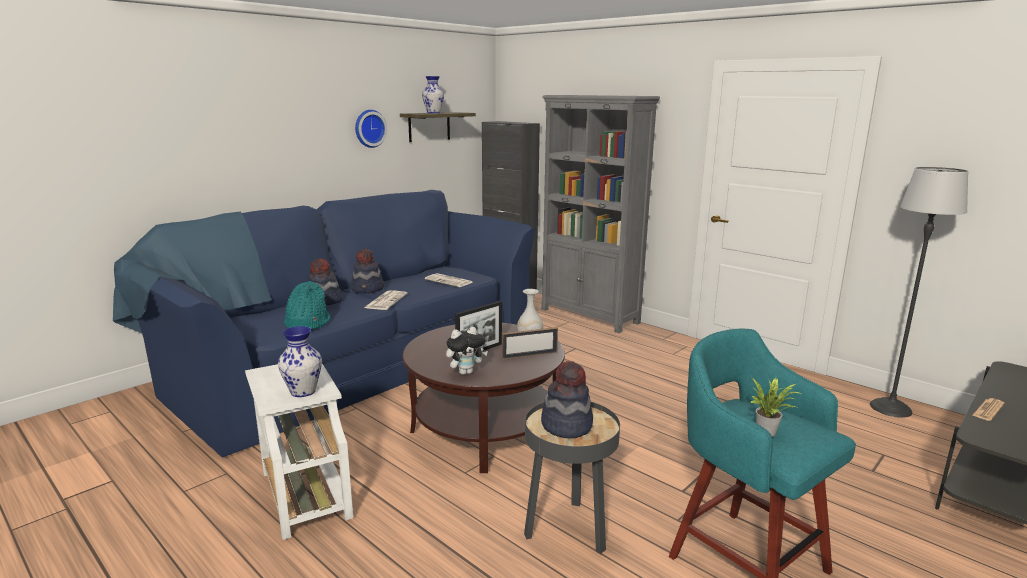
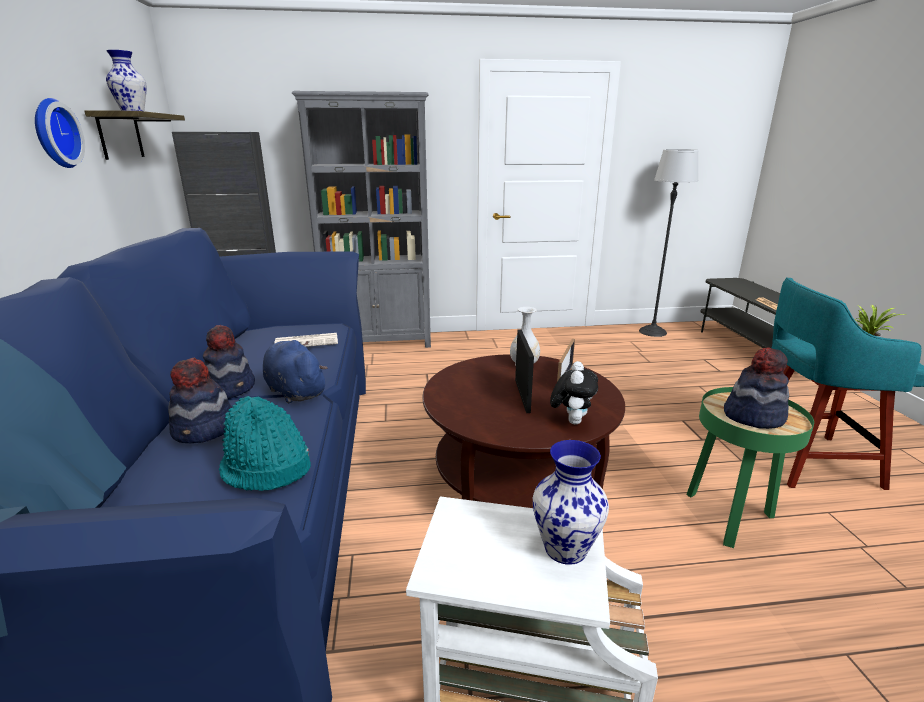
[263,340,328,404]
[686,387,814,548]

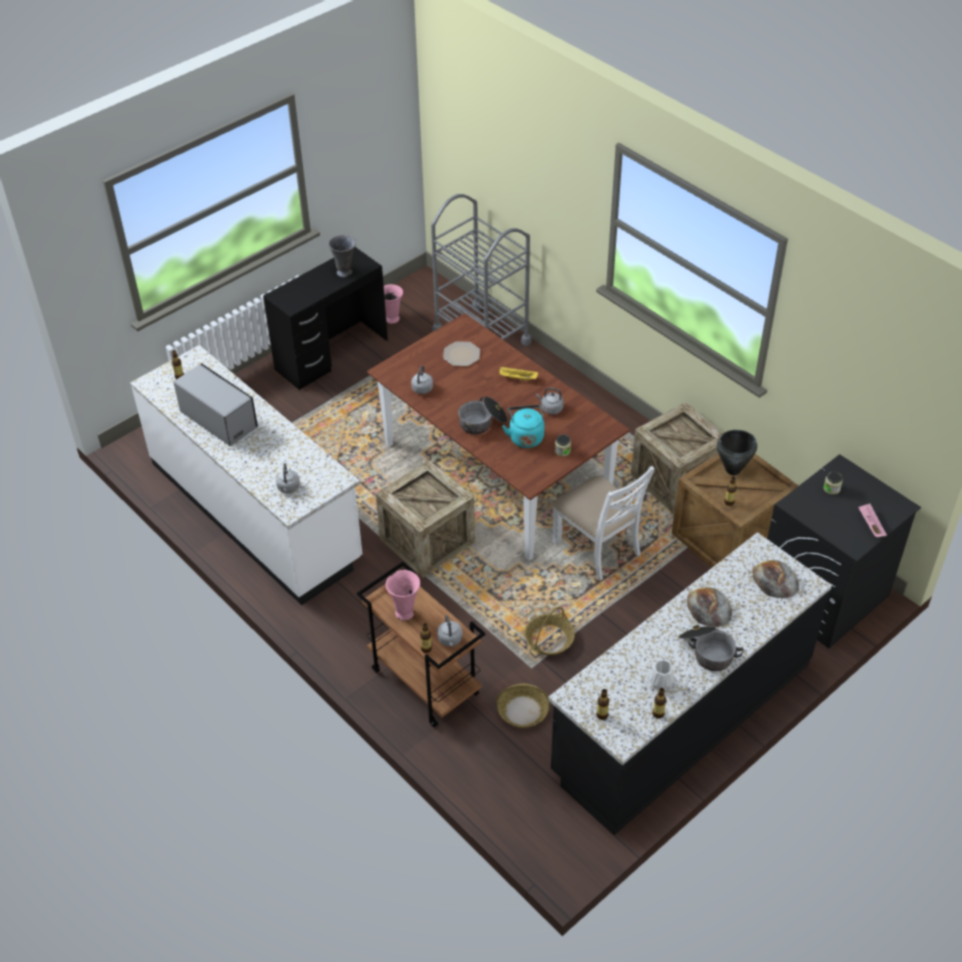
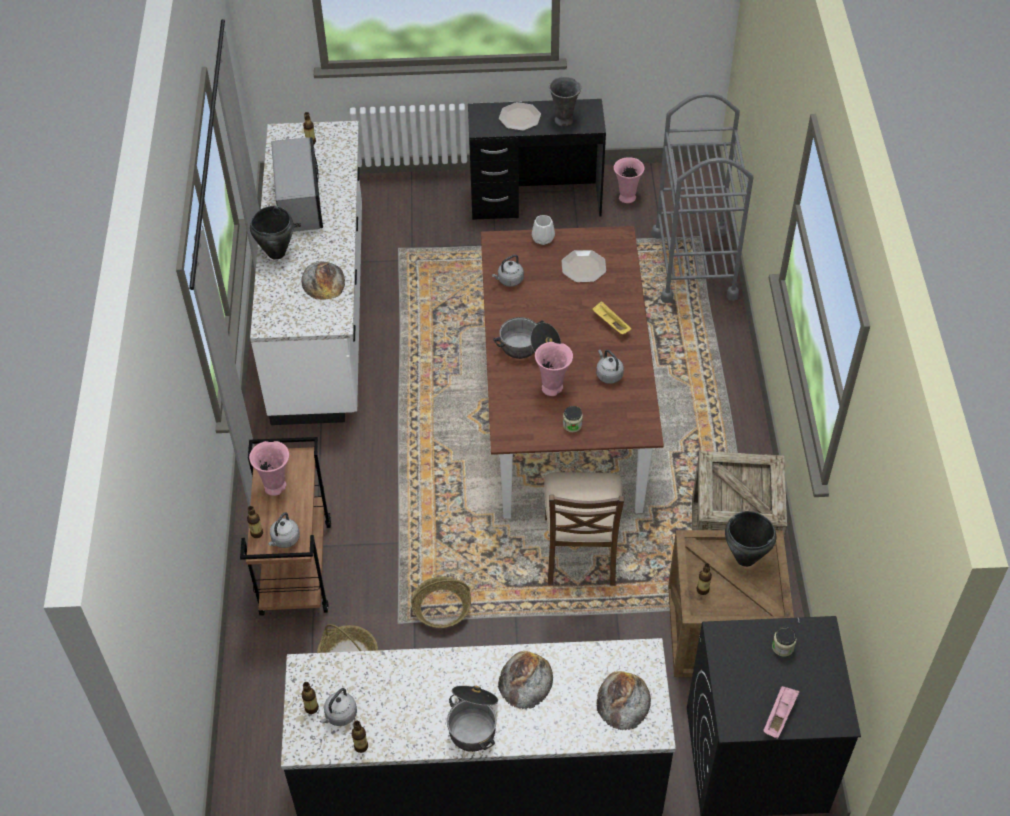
[320,688,357,726]
[375,460,475,578] (first image)
[535,342,573,396]
[544,472,624,586]
[532,215,555,245]
[250,206,294,260]
[301,261,345,300]
[499,102,541,131]

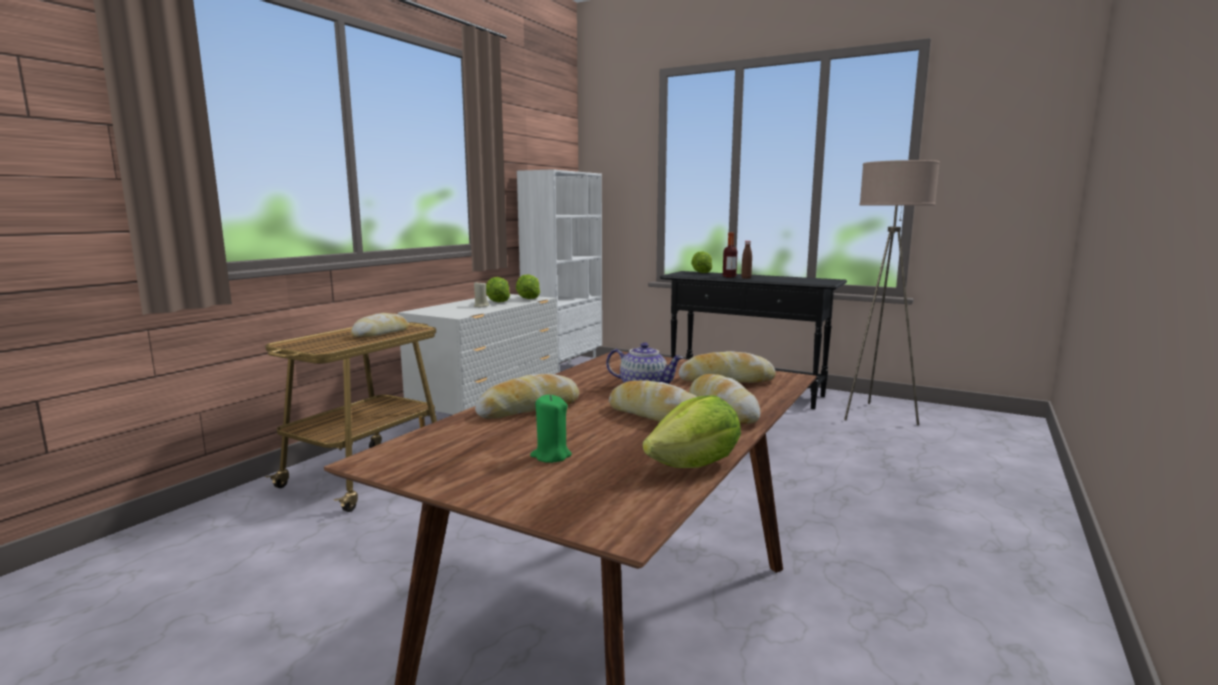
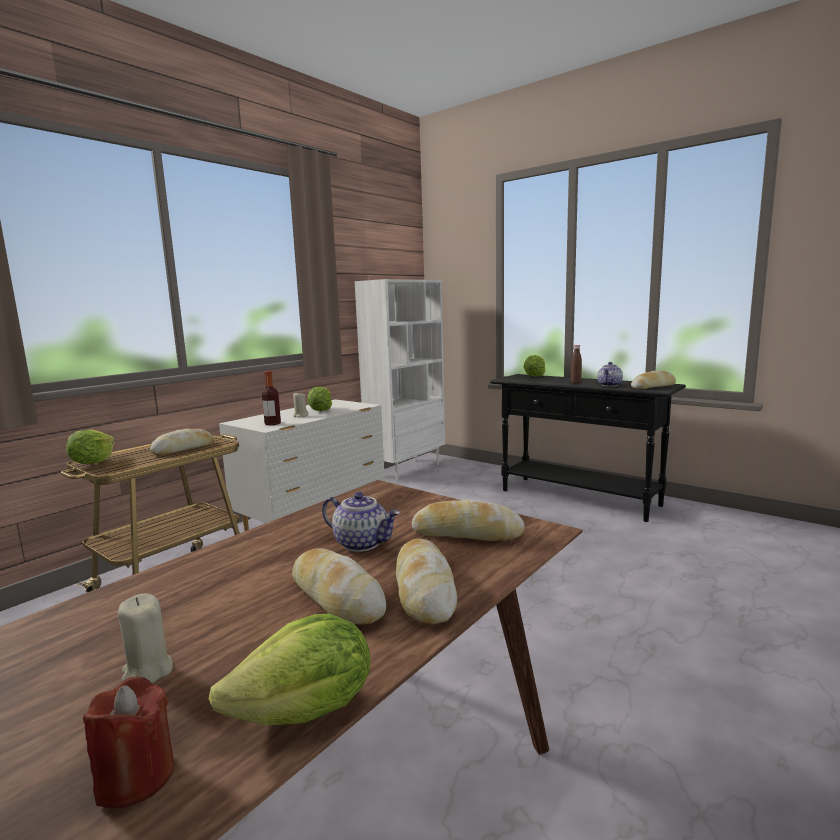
[631,371,676,389]
[66,429,115,464]
[118,593,173,684]
[262,371,281,425]
[844,160,940,425] (first image)
[83,677,174,809]
[597,362,623,387]

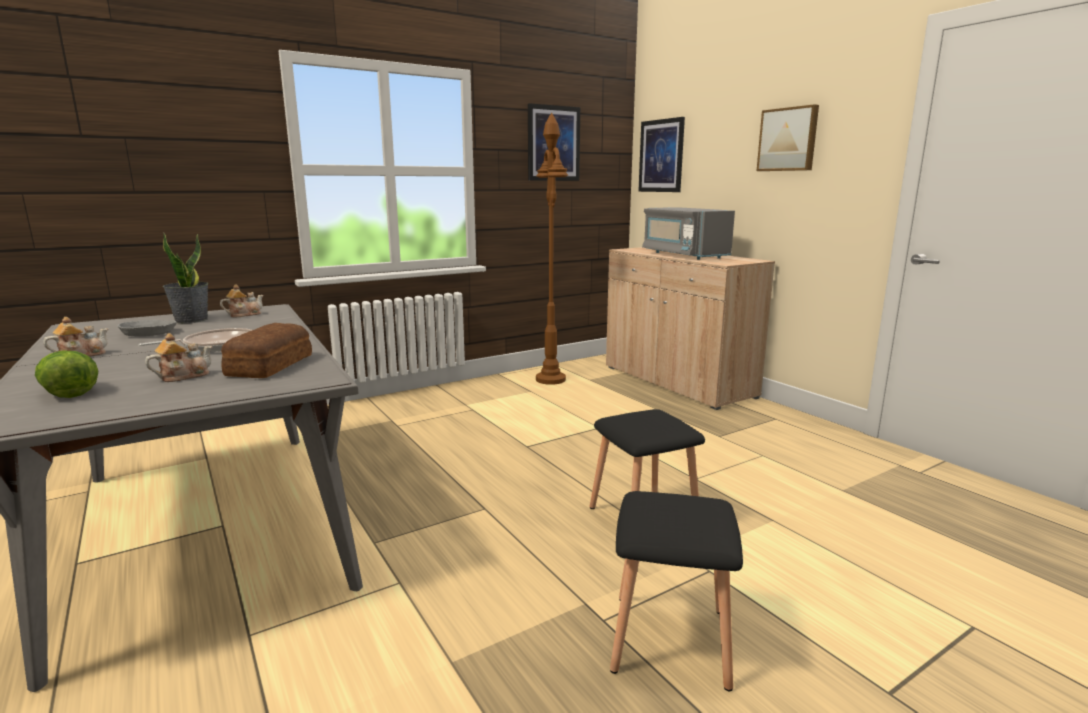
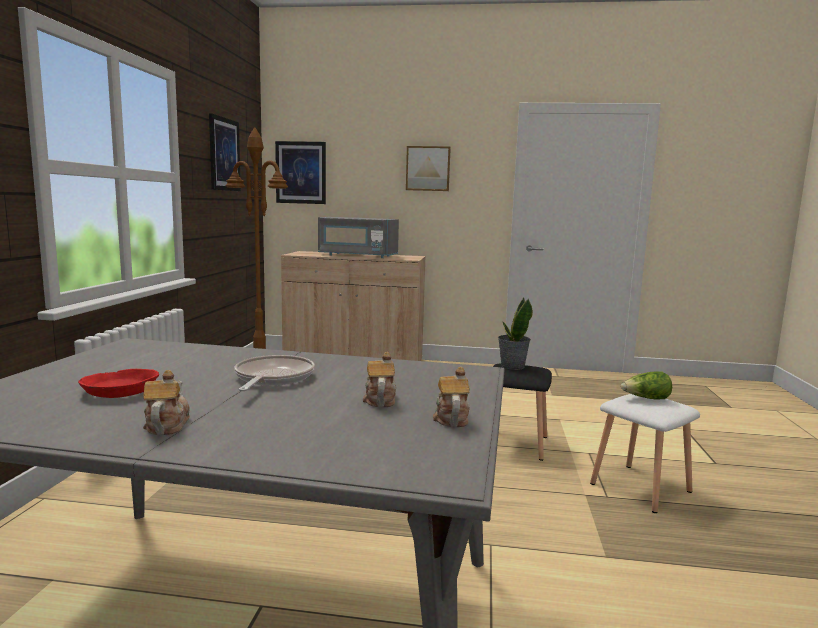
[621,372,672,399]
[78,369,159,398]
[498,298,533,370]
[433,367,470,427]
[221,323,312,378] (first image)
[590,394,700,513]

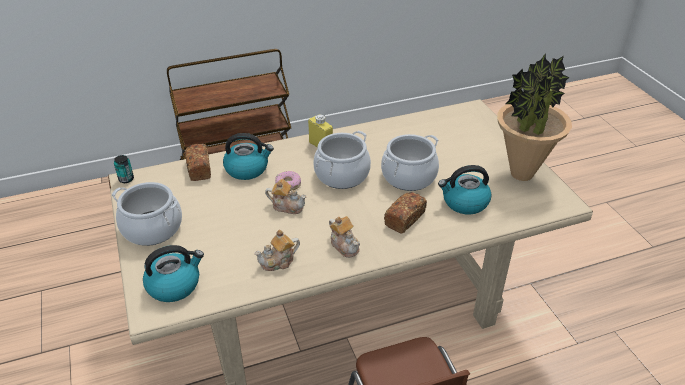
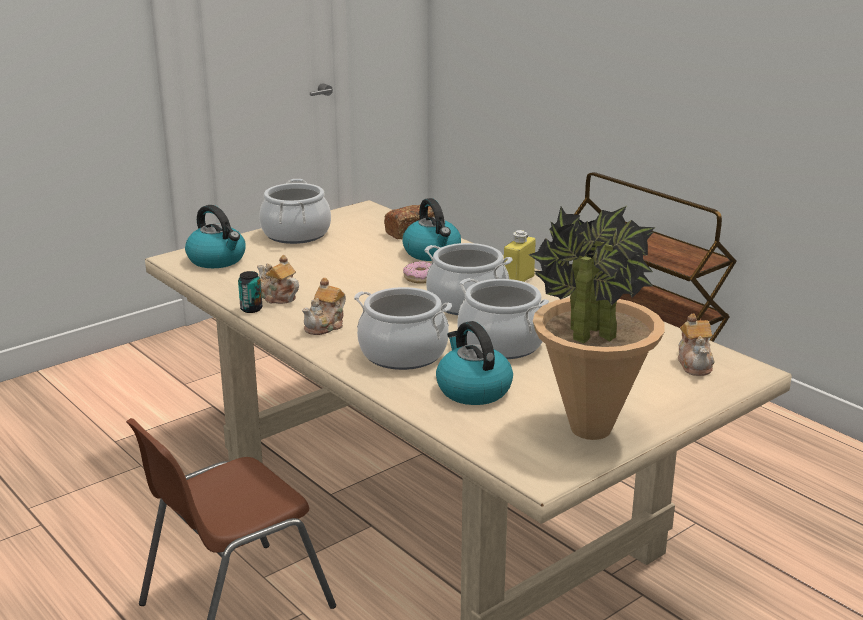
[238,271,262,313]
[678,313,715,376]
[354,287,452,370]

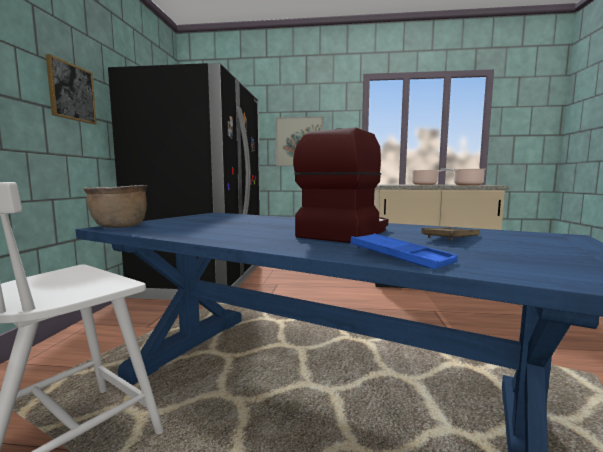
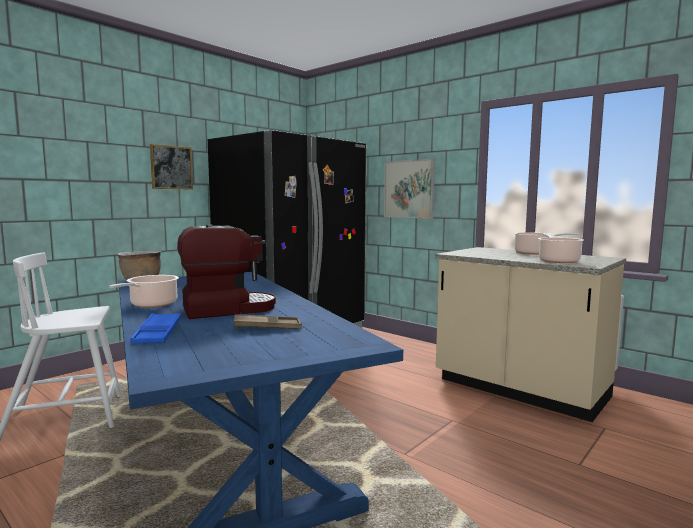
[109,275,179,308]

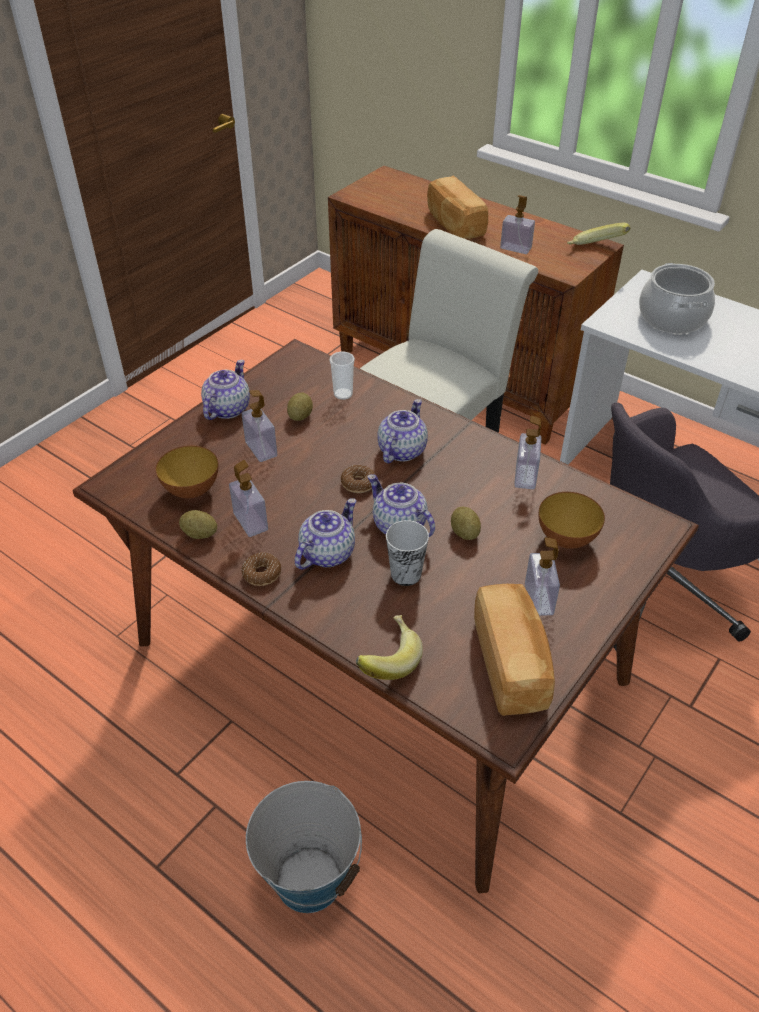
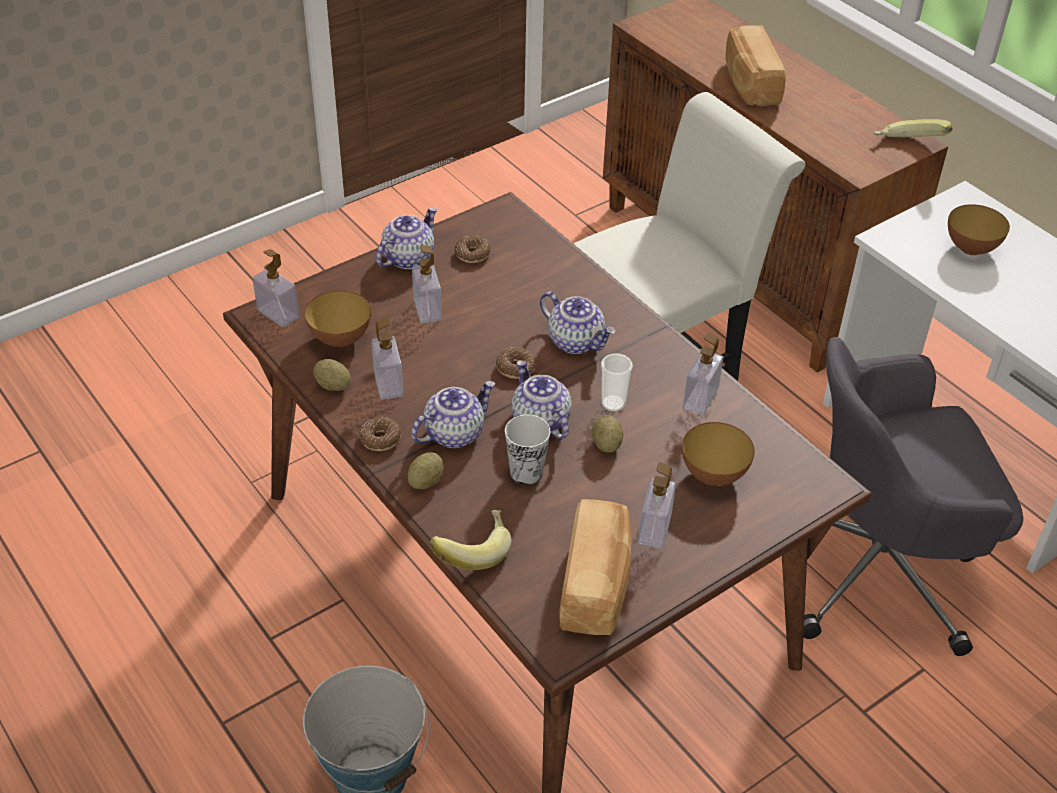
[408,452,443,489]
[601,354,633,412]
[540,292,615,354]
[252,249,300,327]
[948,204,1010,255]
[455,235,491,263]

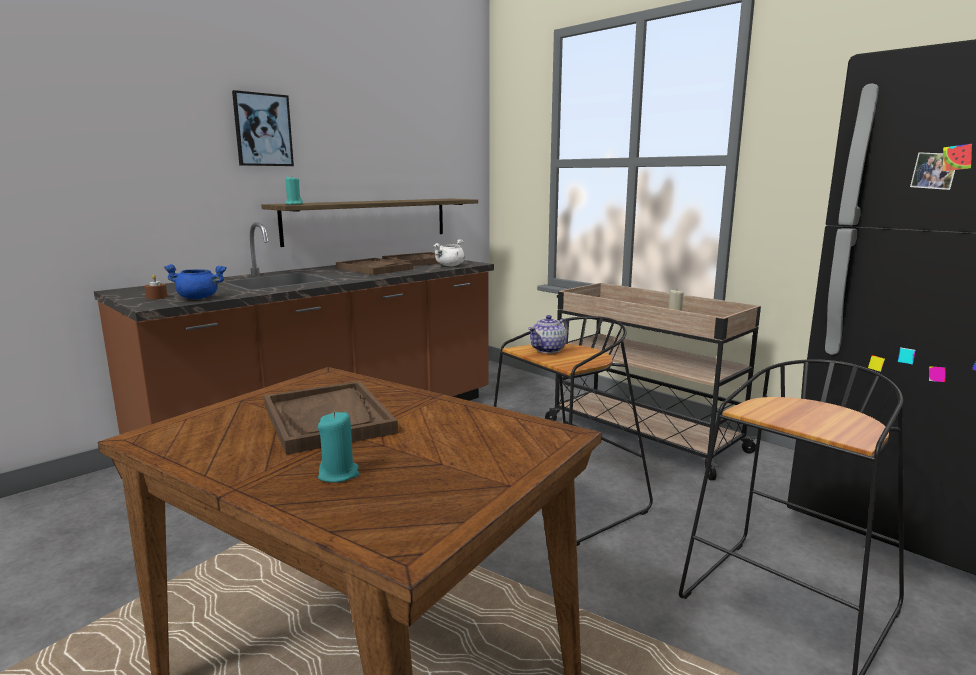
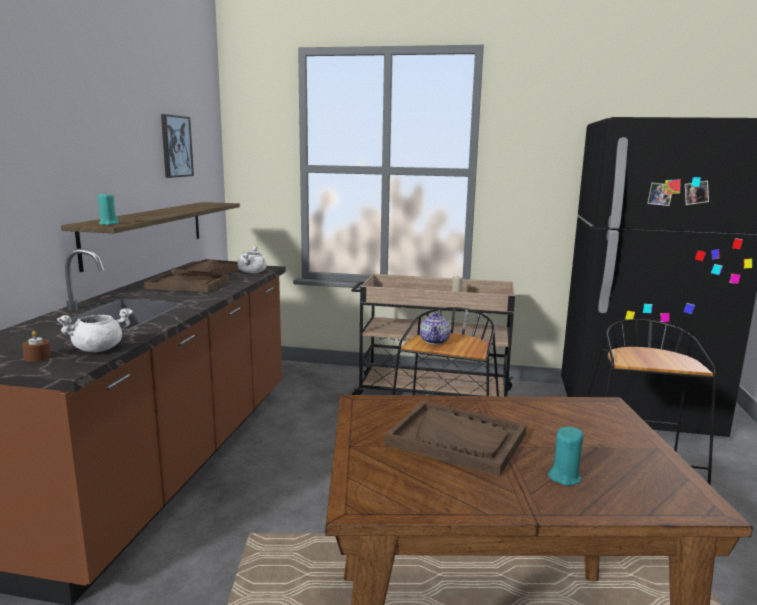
[57,308,133,352]
[161,114,194,178]

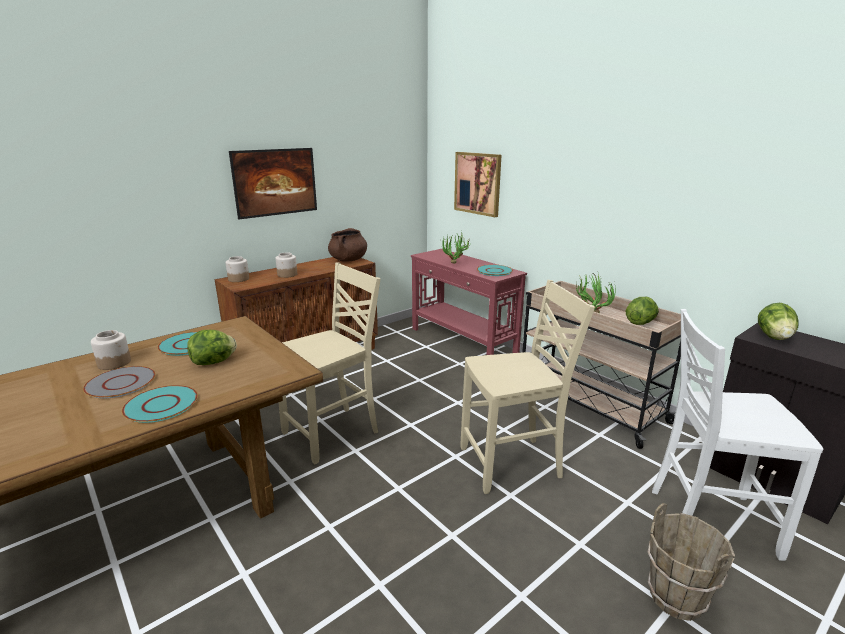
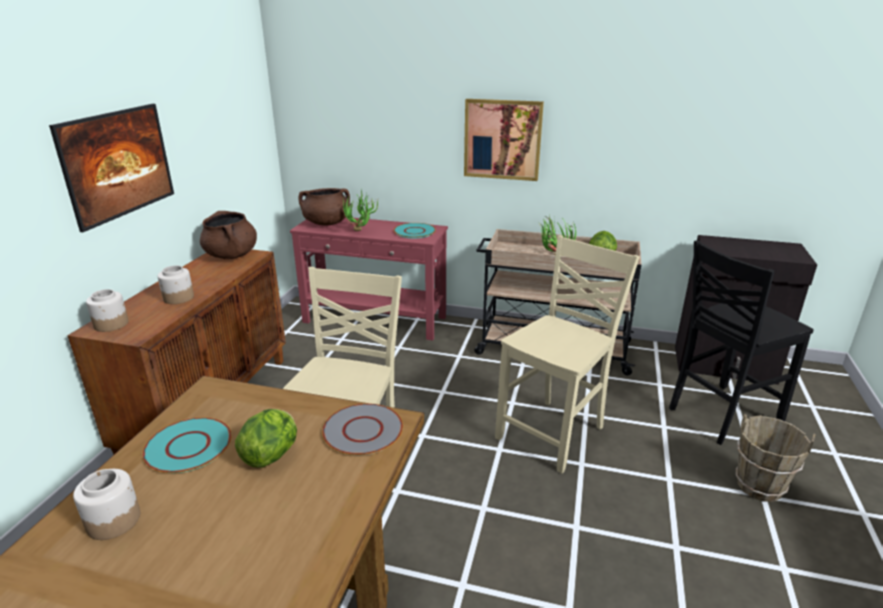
[322,403,403,455]
[122,385,198,423] (first image)
[464,99,544,181]
[669,240,814,445]
[758,303,798,340] (first image)
[298,188,350,225]

